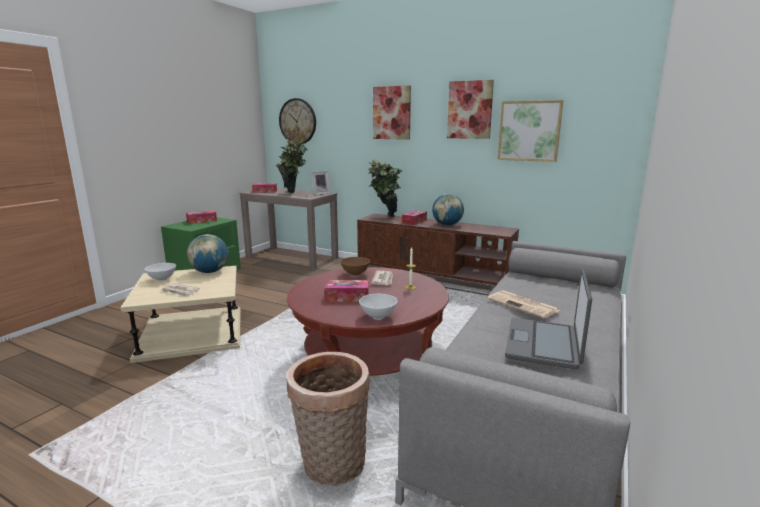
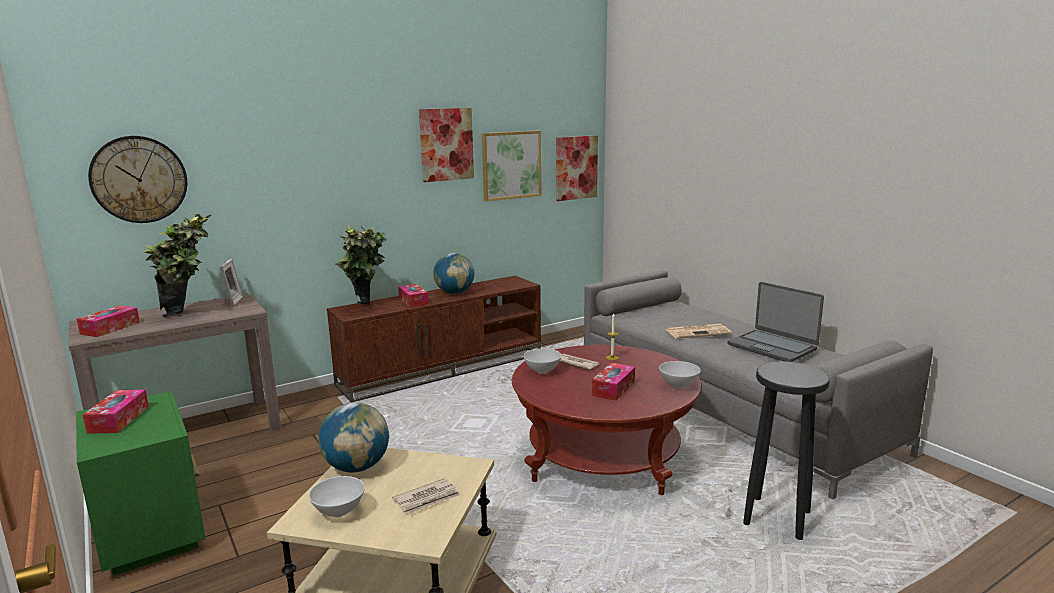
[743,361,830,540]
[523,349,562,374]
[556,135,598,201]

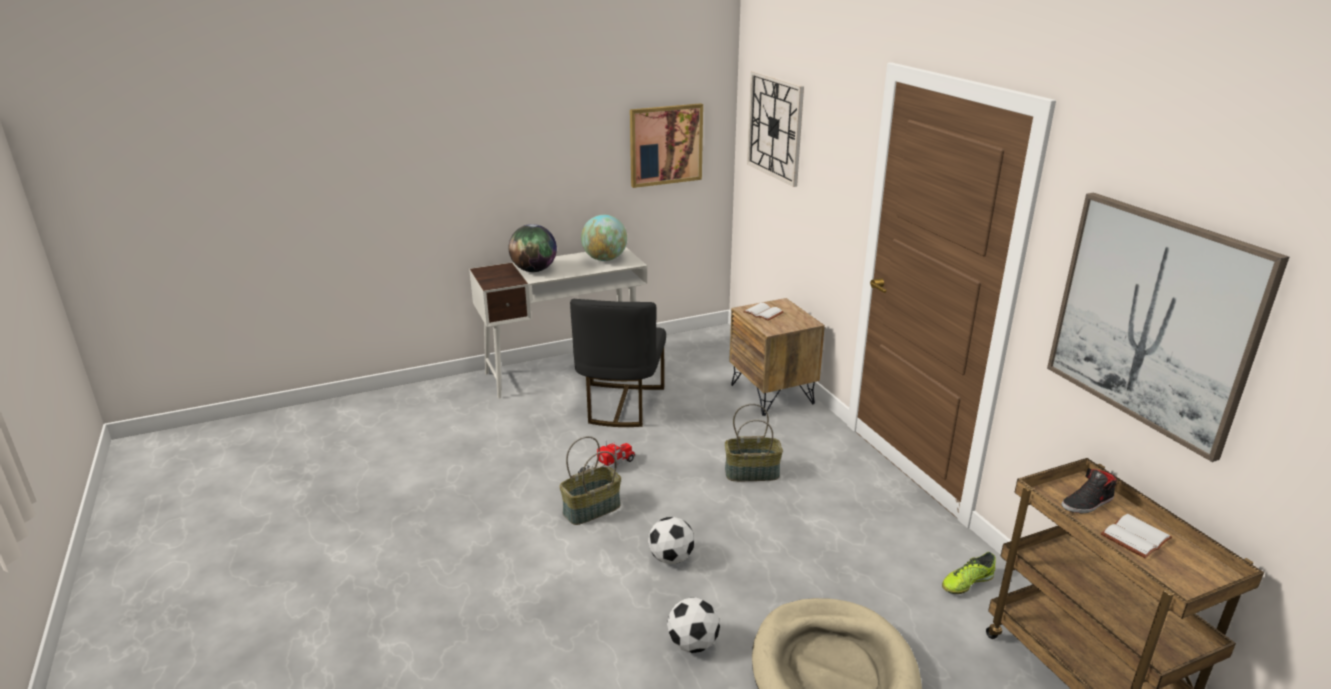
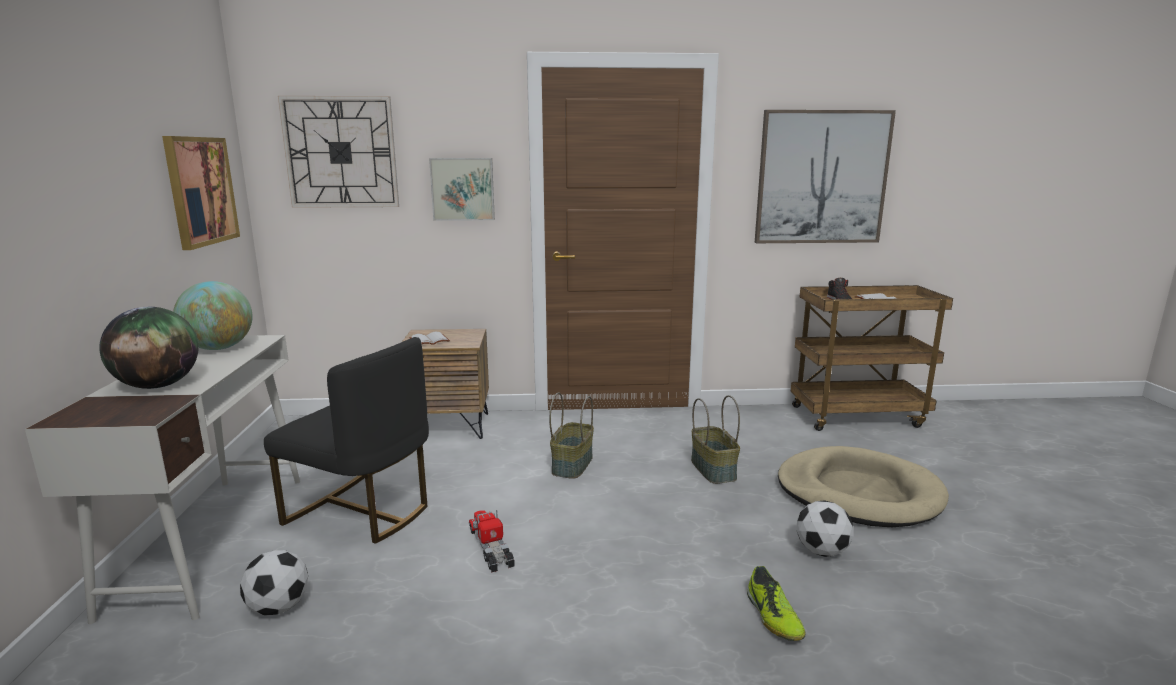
[691,395,740,484]
[240,550,308,616]
[747,566,806,641]
[429,158,495,221]

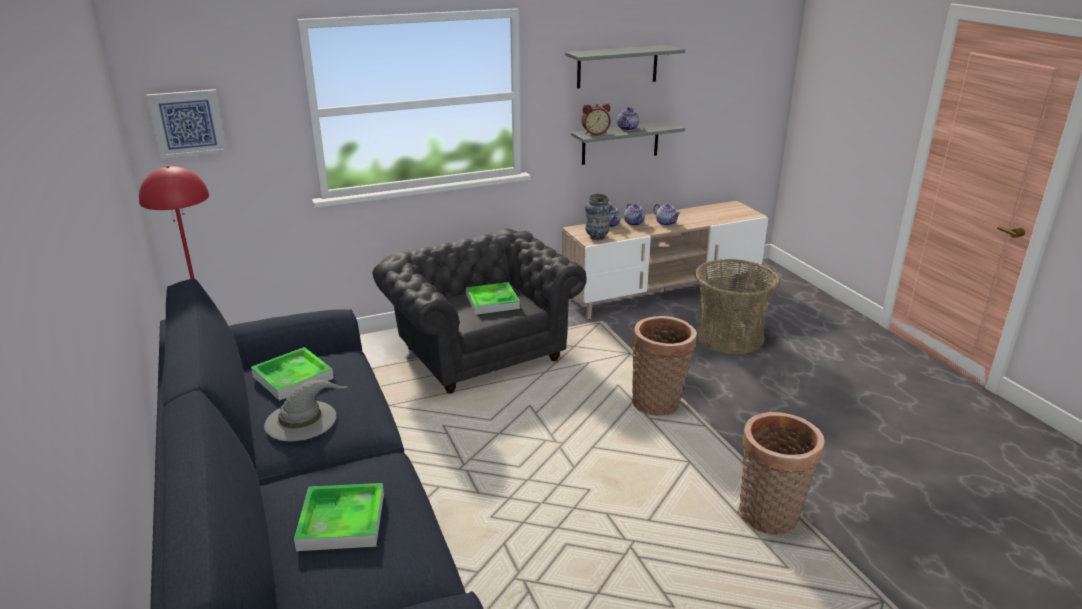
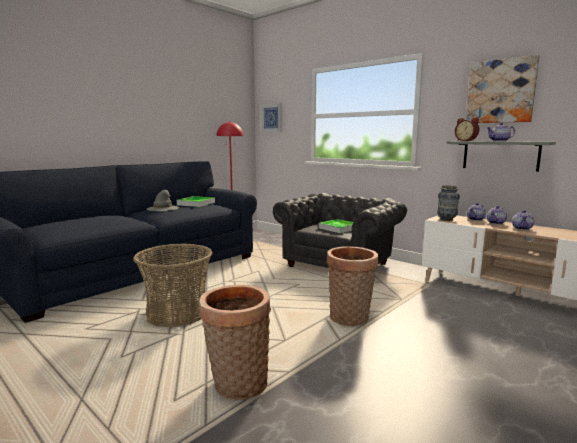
[294,483,384,551] (first image)
[466,55,540,123]
[133,244,213,327]

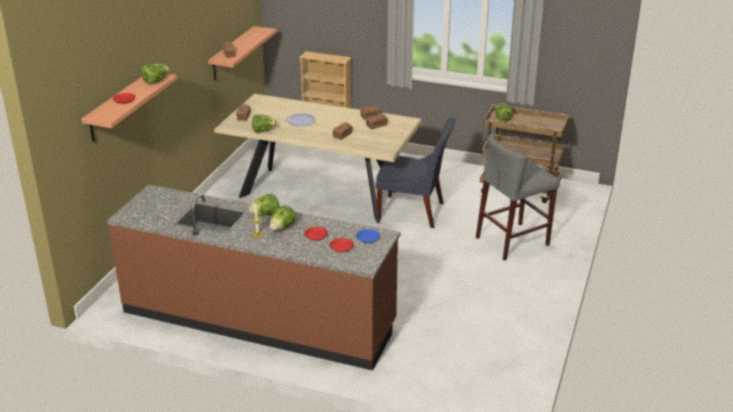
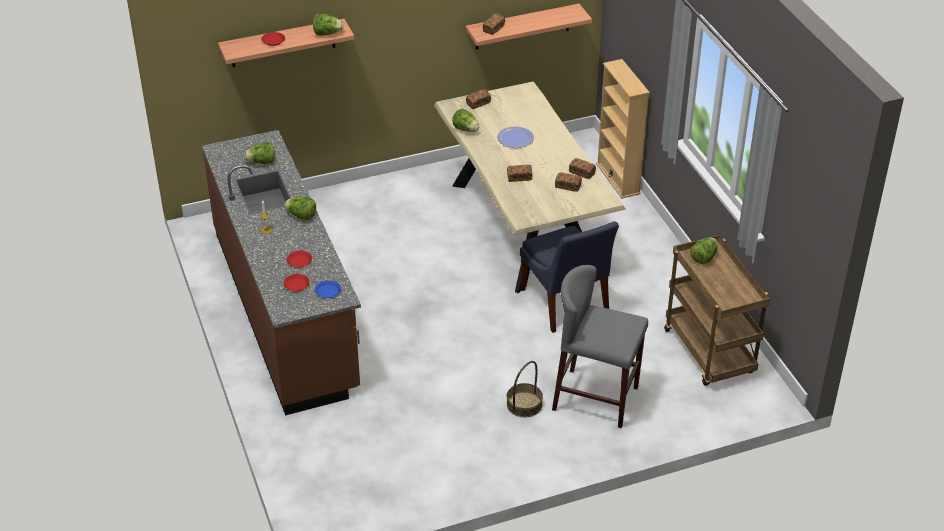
[244,142,275,164]
[507,361,543,417]

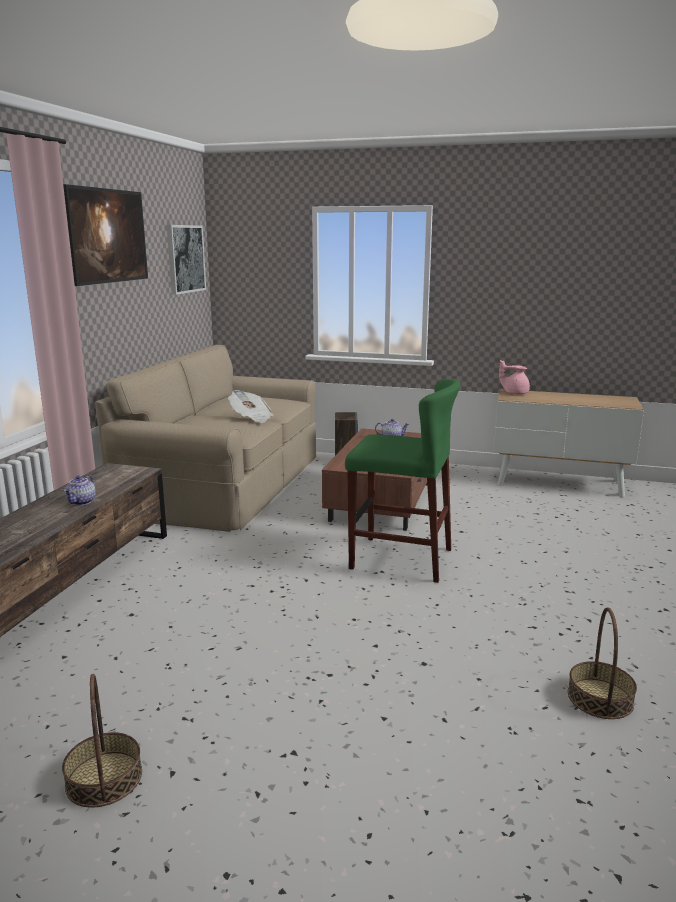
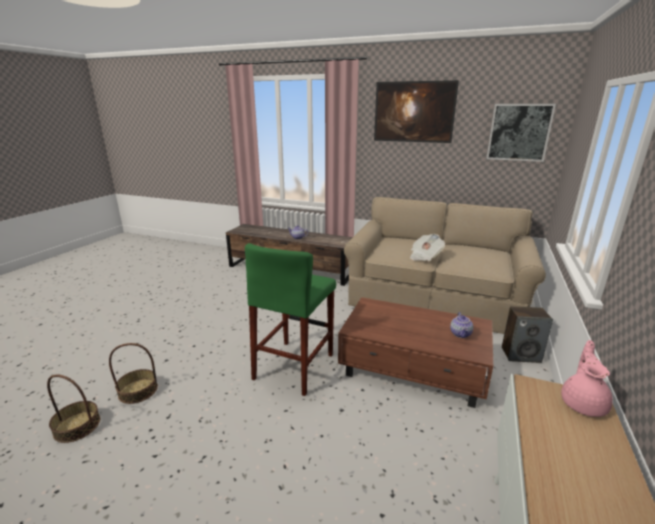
[109,343,158,404]

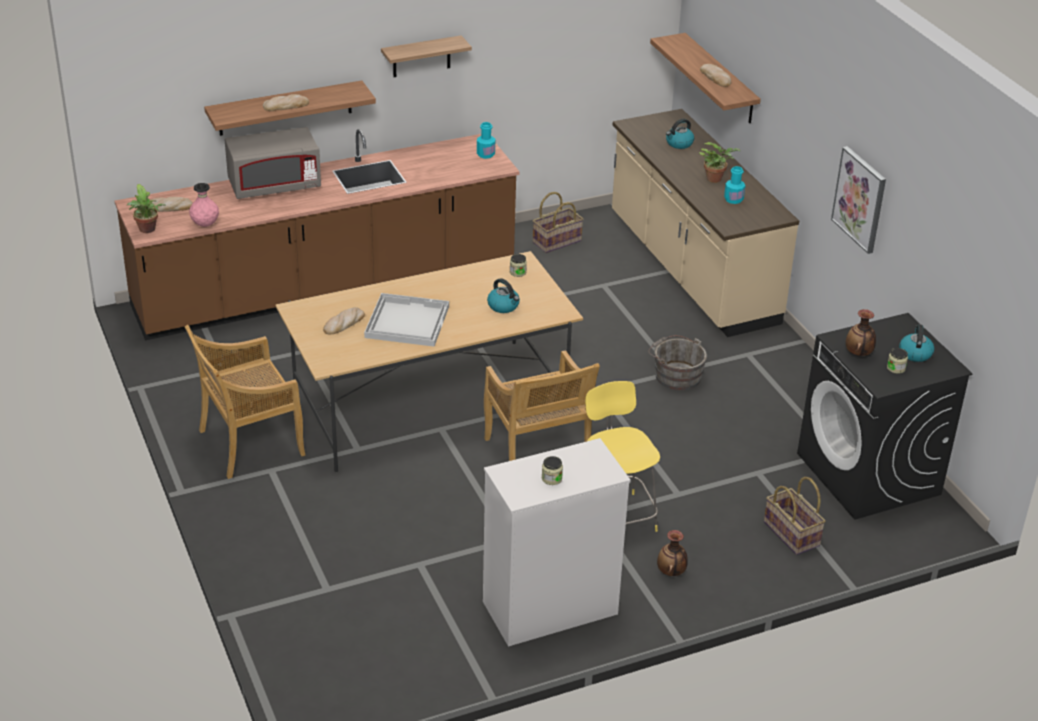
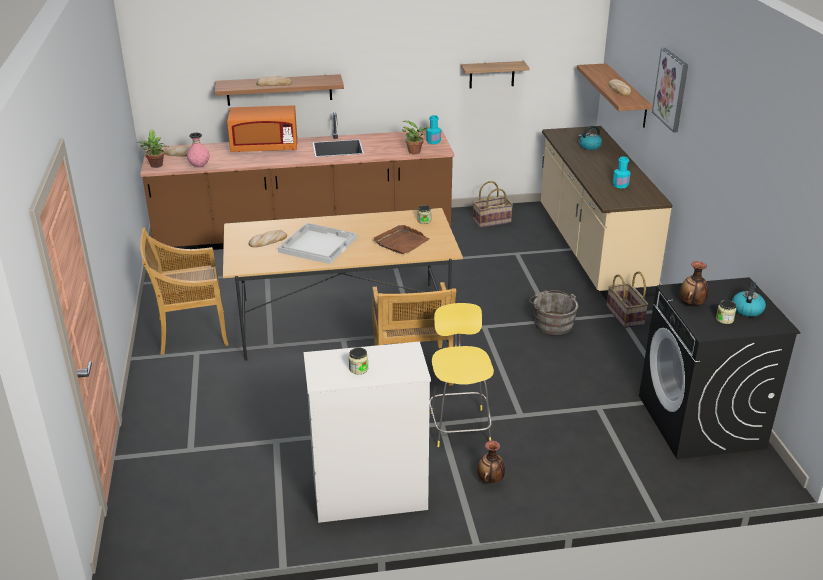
[227,106,297,152]
[461,61,530,89]
[374,225,430,254]
[402,121,430,154]
[606,271,648,328]
[652,48,688,133]

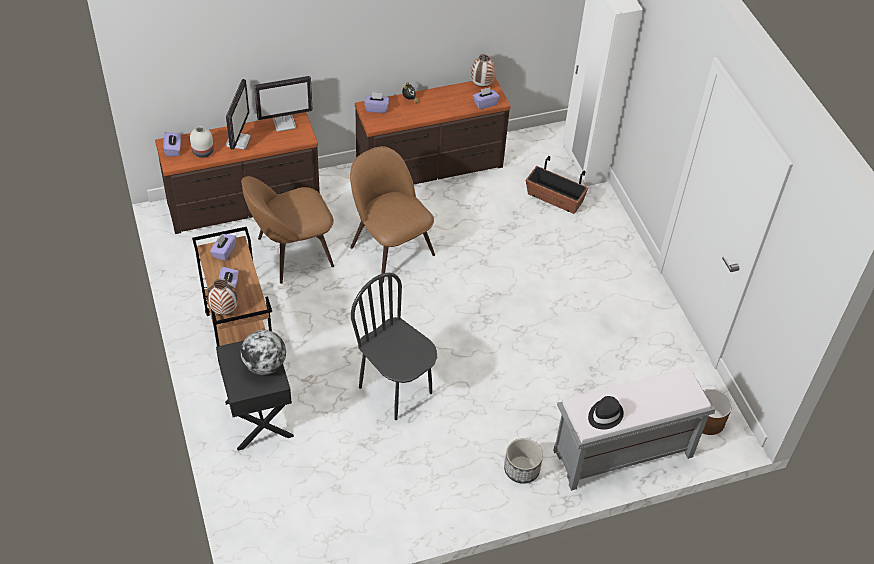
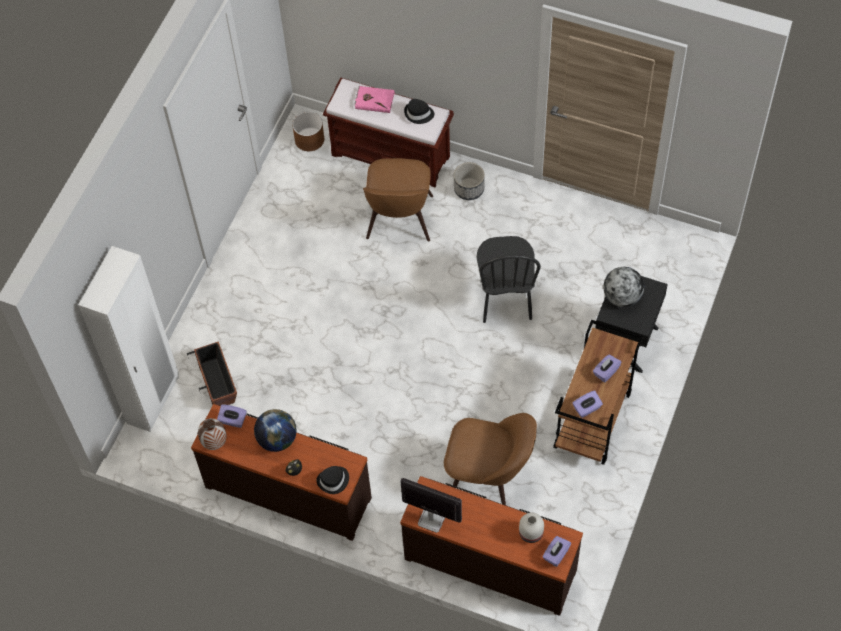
[207,278,238,315] (first image)
[226,79,251,150] (first image)
[363,158,433,242]
[316,466,349,494]
[323,77,454,187]
[254,409,296,452]
[354,86,395,113]

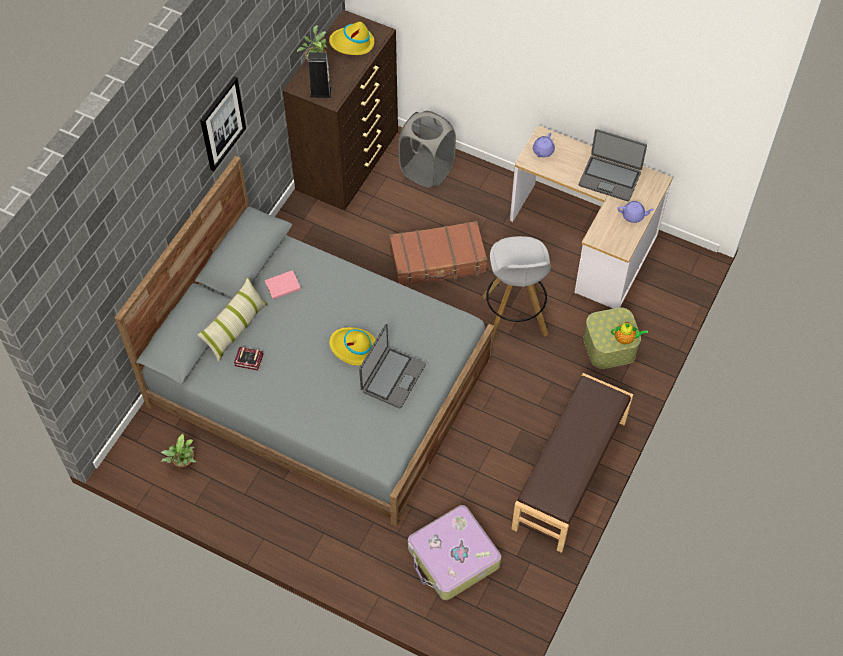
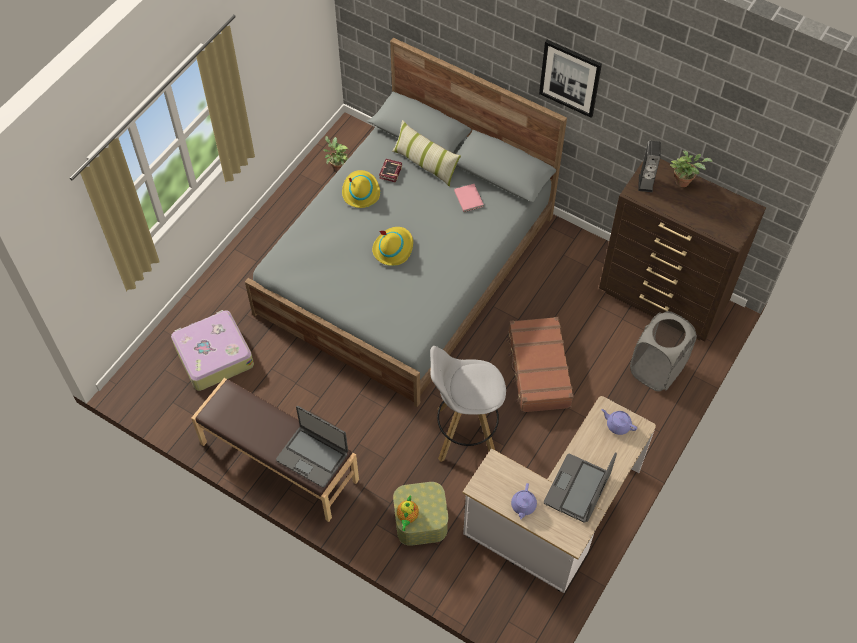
[342,170,380,208]
[276,406,348,488]

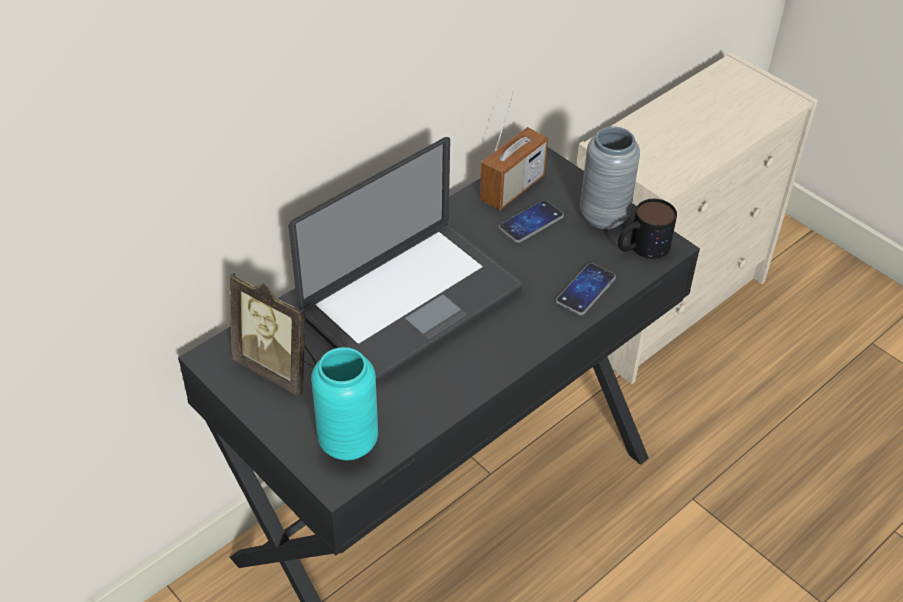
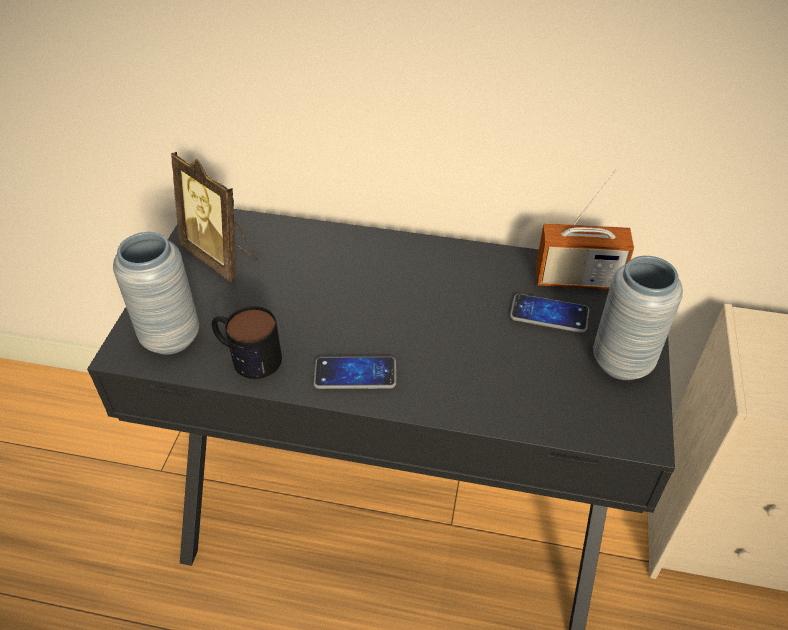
[171,152,257,282]
[289,137,522,383] (first image)
[113,232,199,355]
[313,357,396,389]
[212,306,282,379]

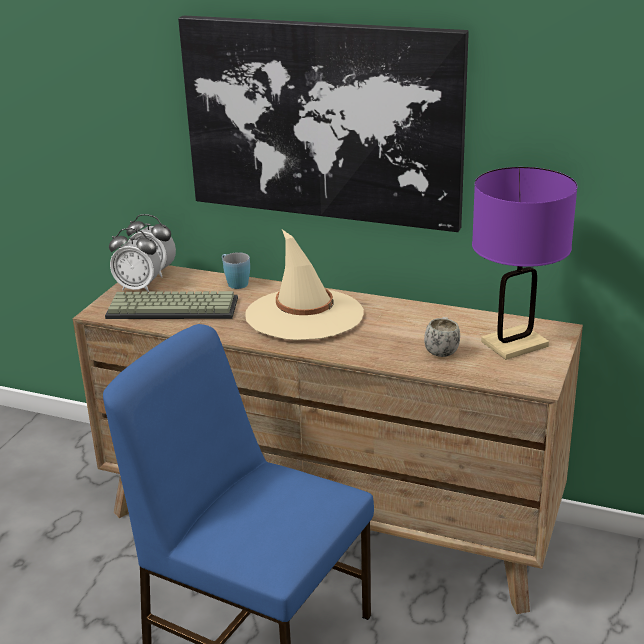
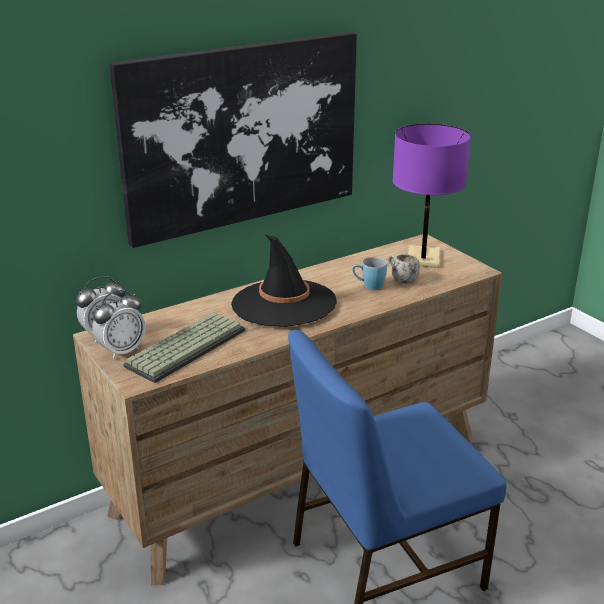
[352,257,387,290]
[231,234,337,327]

